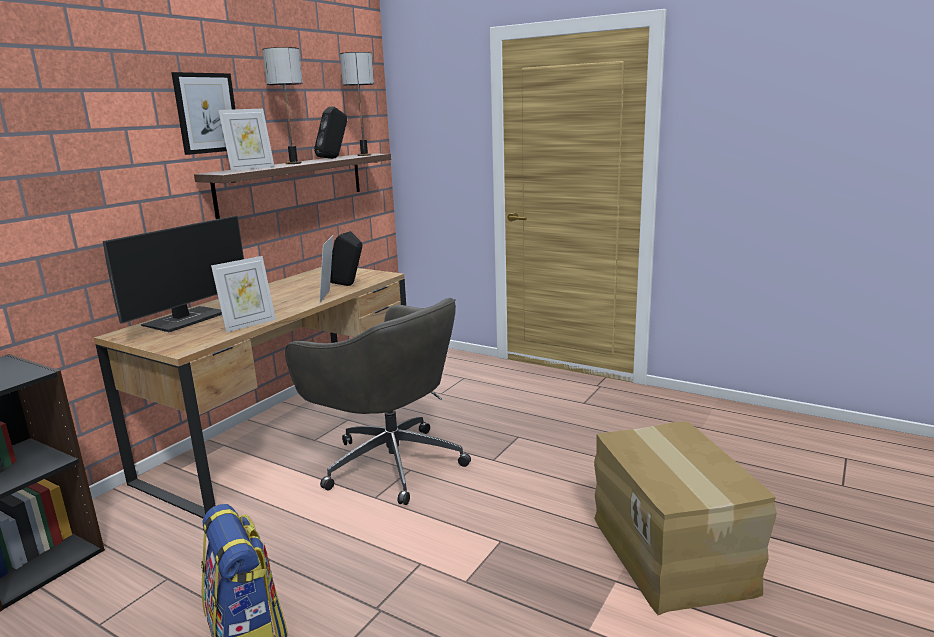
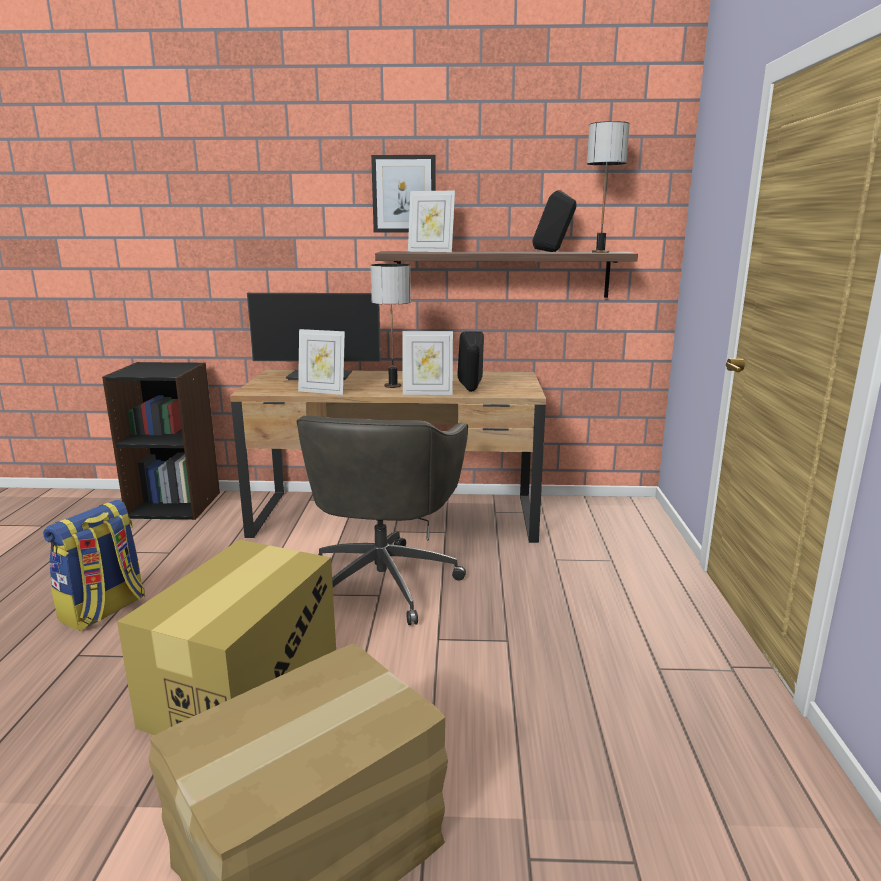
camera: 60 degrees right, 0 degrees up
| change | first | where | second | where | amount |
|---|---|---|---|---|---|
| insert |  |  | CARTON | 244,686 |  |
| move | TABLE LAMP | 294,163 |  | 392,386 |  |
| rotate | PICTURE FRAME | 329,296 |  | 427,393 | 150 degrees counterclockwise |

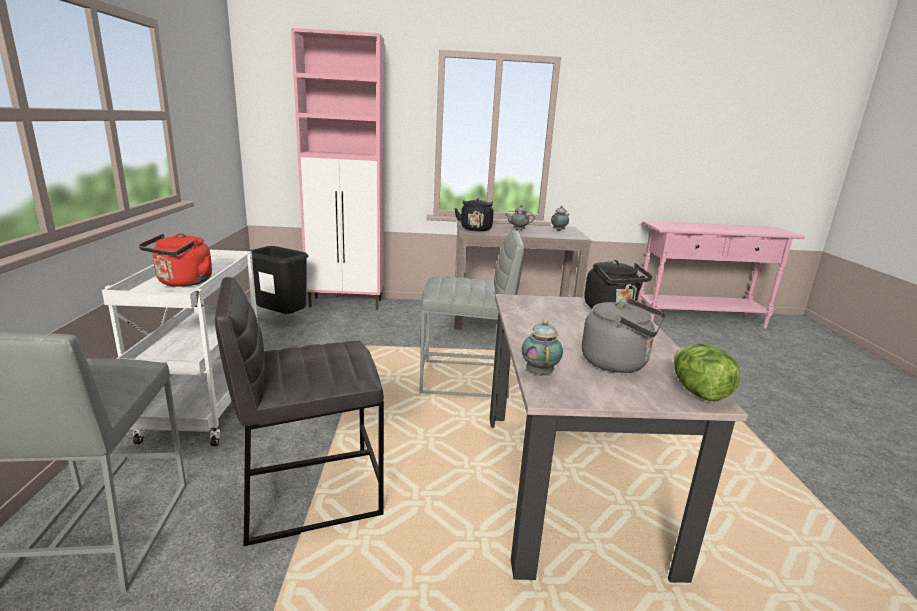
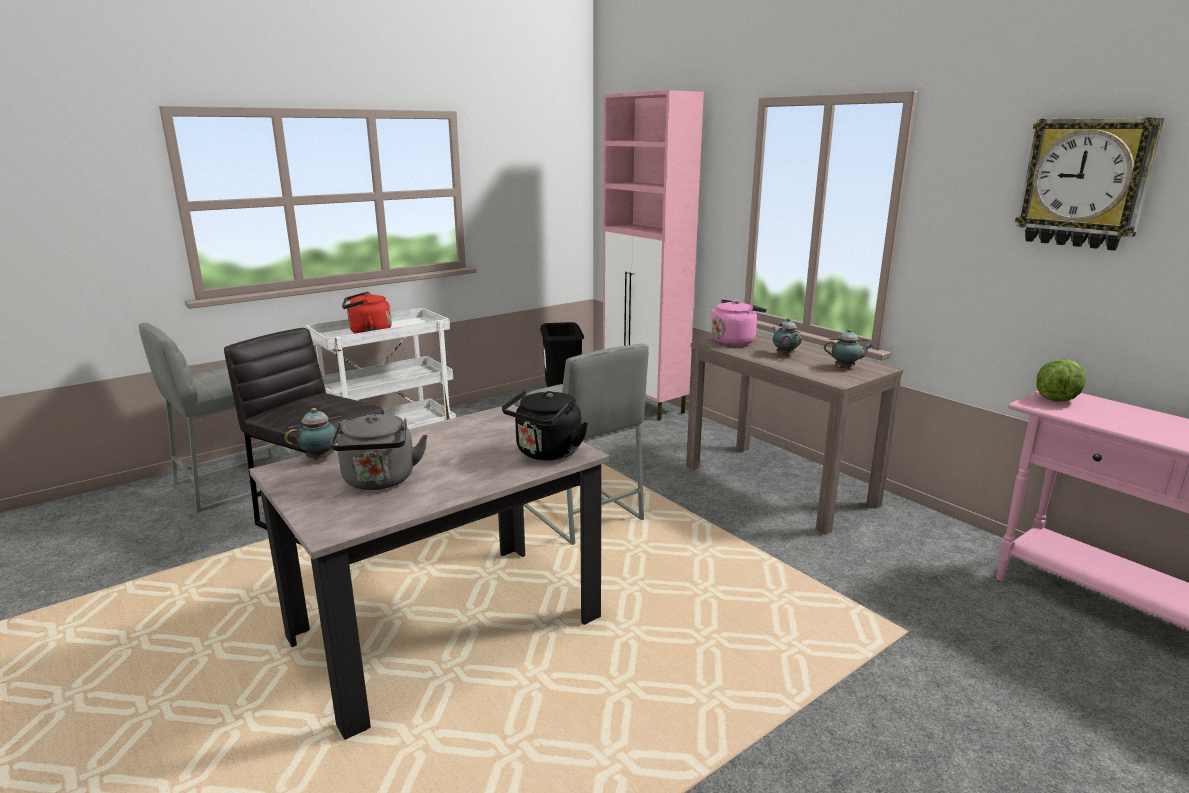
camera: 55 degrees right, 0 degrees up
| change | first | where | second | where | amount |
|---|---|---|---|---|---|
| insert |  |  | HANGING CLOCK | 1085,183 |  |
| move | HEAD OF LETTUCE | 698,392 |  | 1056,398 |  |
| recolor | BLACKISH WATER KETTLE | 475,229 | PINKISH WATER KETTLE | 734,341 |  |

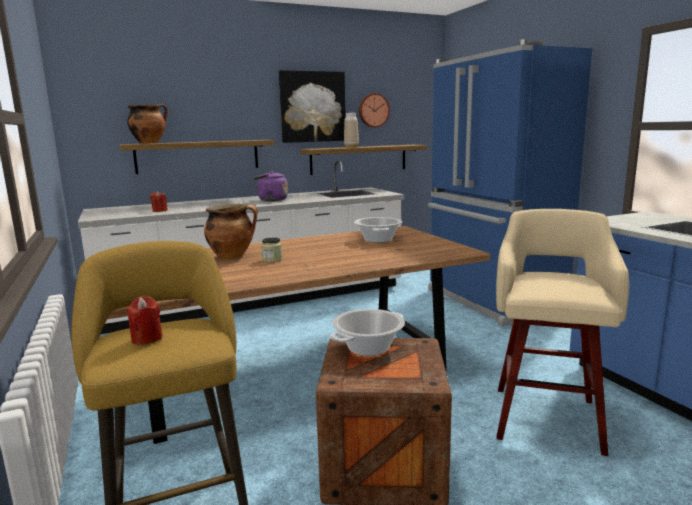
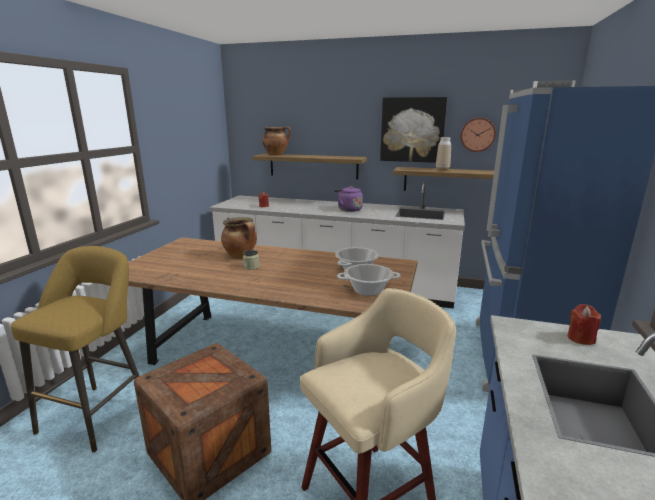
camera: 40 degrees right, 5 degrees up
| change | first | where | second | where | amount |
|---|---|---|---|---|---|
| move | RED WAX LIGHT | 147,338 |  | 580,338 |  |
| move | COOKING POT | 368,348 |  | 368,290 |  |

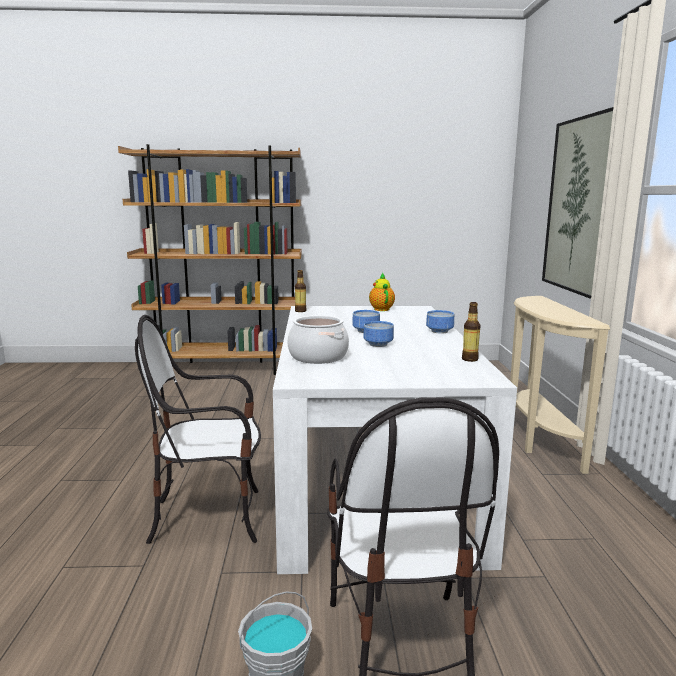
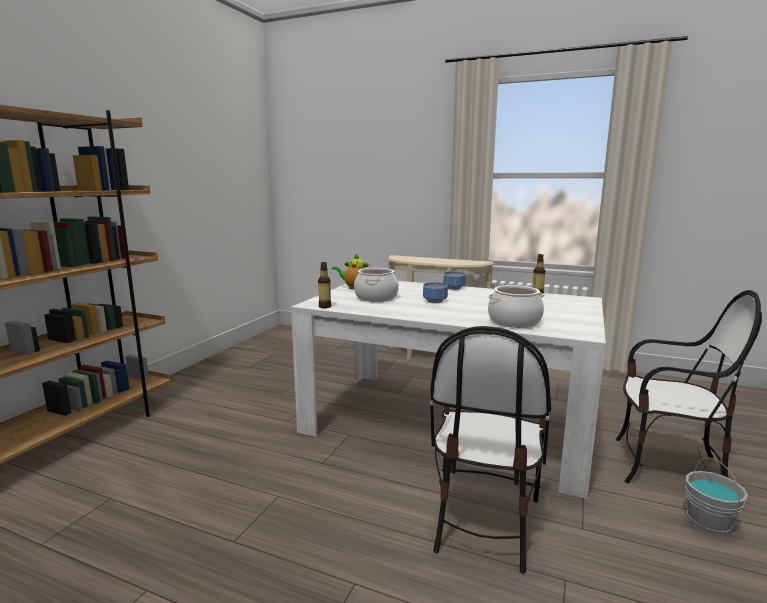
camera: 65 degrees left, 0 degrees up
| change | first | where | second | where | amount |
|---|---|---|---|---|---|
| delete | SERVING BOWL | 379,344 |  |  |  |
| delete | WALL PICTURE | 579,205 |  |  |  |
| insert |  |  | COOKING POT | 376,297 |  |

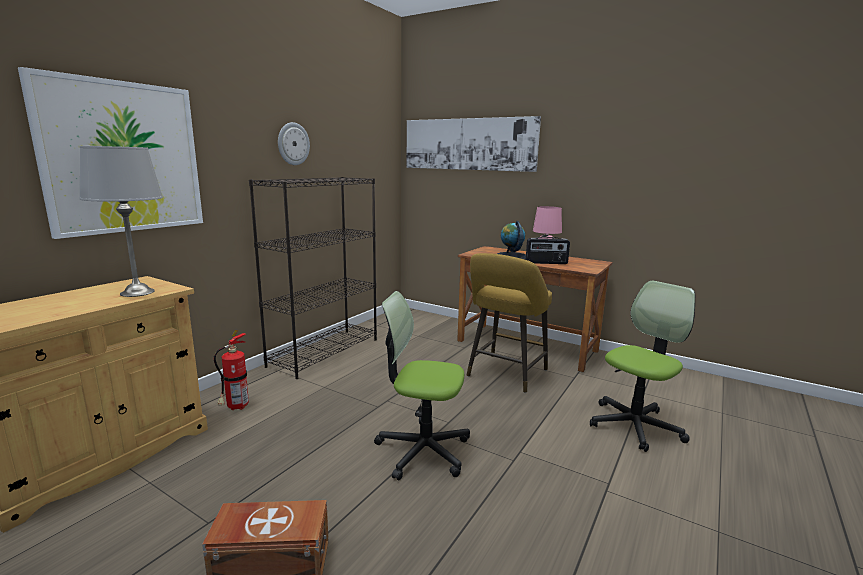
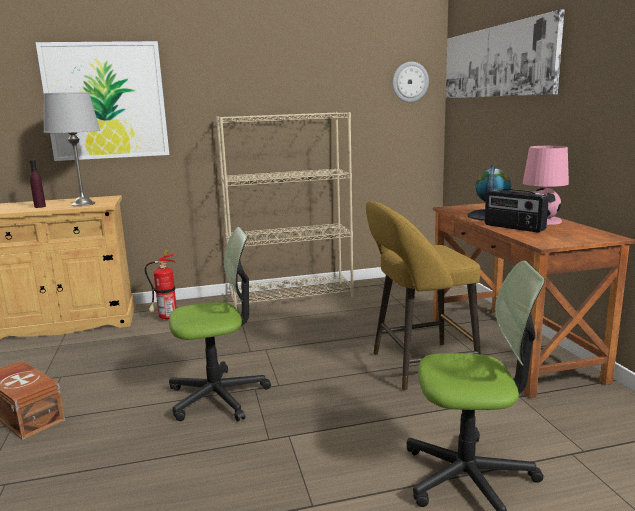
camera: 45 degrees right, 0 degrees up
| change | first | where | second | where | amount |
|---|---|---|---|---|---|
| insert |  |  | PURPLE-COLOURED DRINK BOTTLE | 40,206 |  |
| move | HANGING CLOCK | 293,144 |  | 410,82 |  |
| recolor | BLACKISH SHELVING UNIT | 325,352 | BEIGE SHELVING UNIT | 291,296 |  |
| rotate | OFFICE CHAIR | 423,450 |  | 218,396 | 105 degrees clockwise |

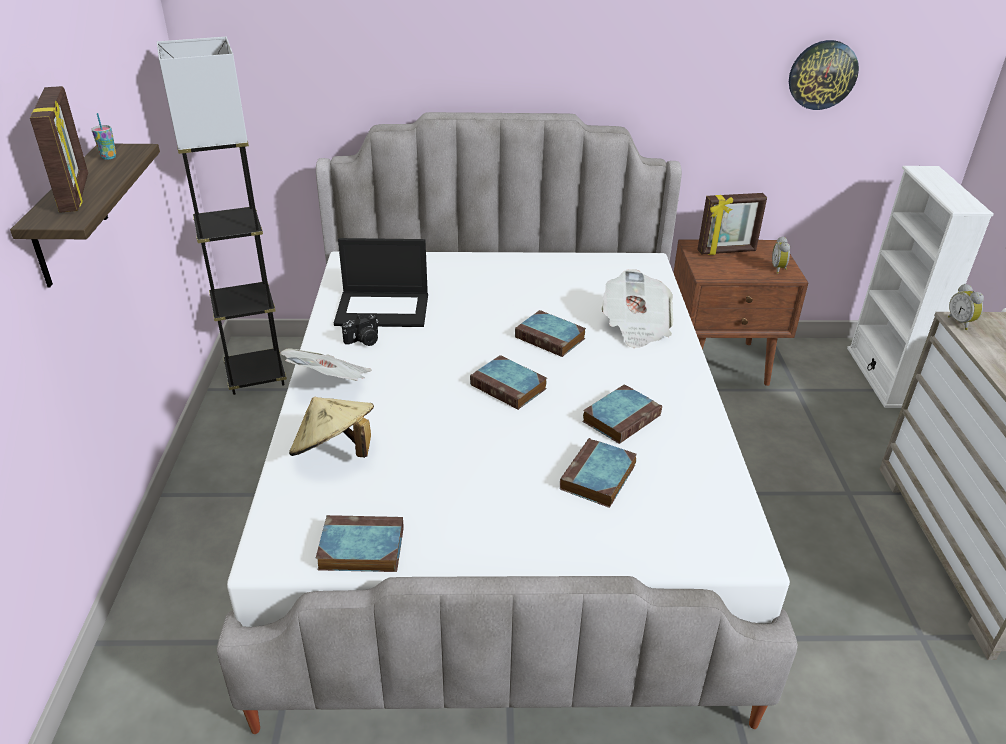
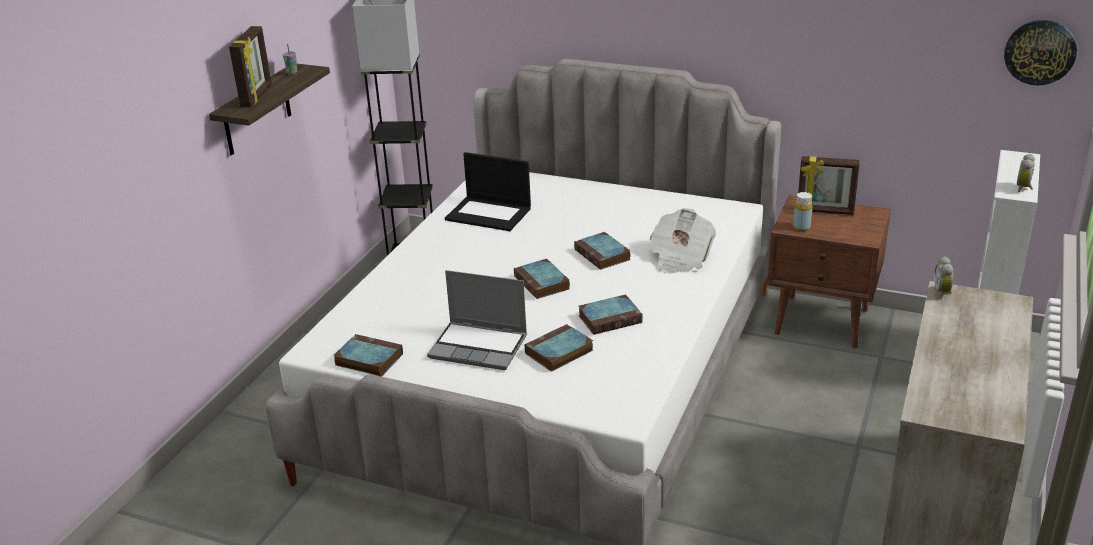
camera: 25 degrees right, 5 degrees down
| change | first | where | second | where | amount |
|---|---|---|---|---|---|
| delete | PRINTED PAPER | 331,383 |  |  |  |
| delete | BEIGE HAT | 335,452 |  |  |  |
| delete | STILL CAMERA | 363,341 |  |  |  |
| insert |  |  | LAPTOP | 480,347 |  |
| insert |  |  | YELLOWISH DRINK BOTTLE | 801,227 |  |
| move | TABLE CLOCK | 779,269 |  | 1024,188 |  |
| move | HANGING CLOCK | 822,75 |  | 1040,52 |  |

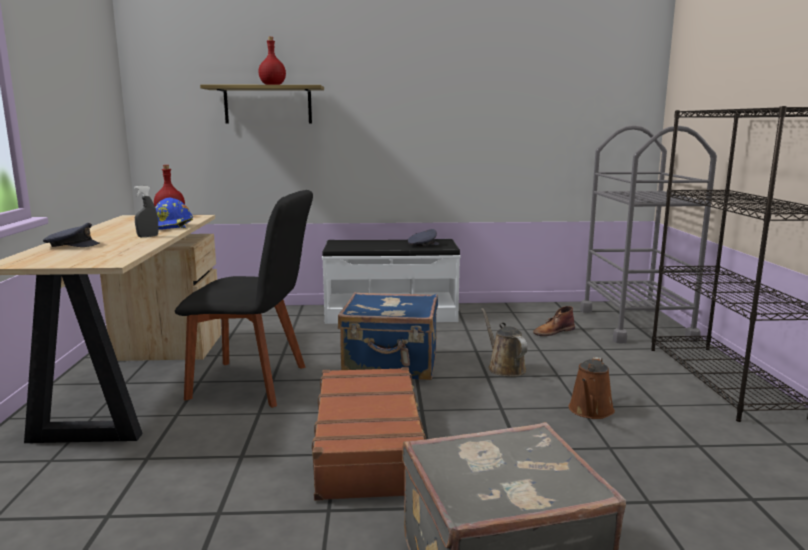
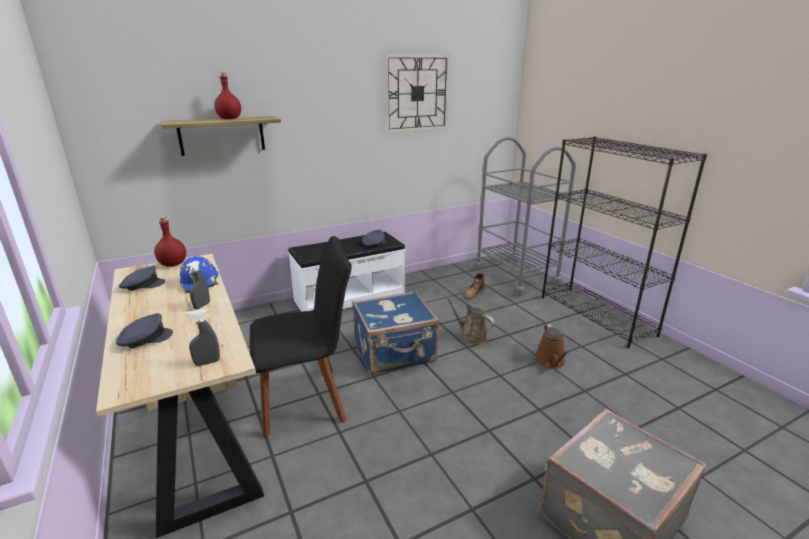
camera: 25 degrees left, 10 degrees up
| change | first | where | second | where | amount |
|---|---|---|---|---|---|
| delete | BROWNISH TRAVEL CASE | 370,446 |  |  |  |
| insert |  |  | GREY PEAKED CAP | 142,285 |  |
| insert |  |  | GREY SPRAYER | 207,363 |  |
| insert |  |  | HANGING CLOCK | 416,93 |  |

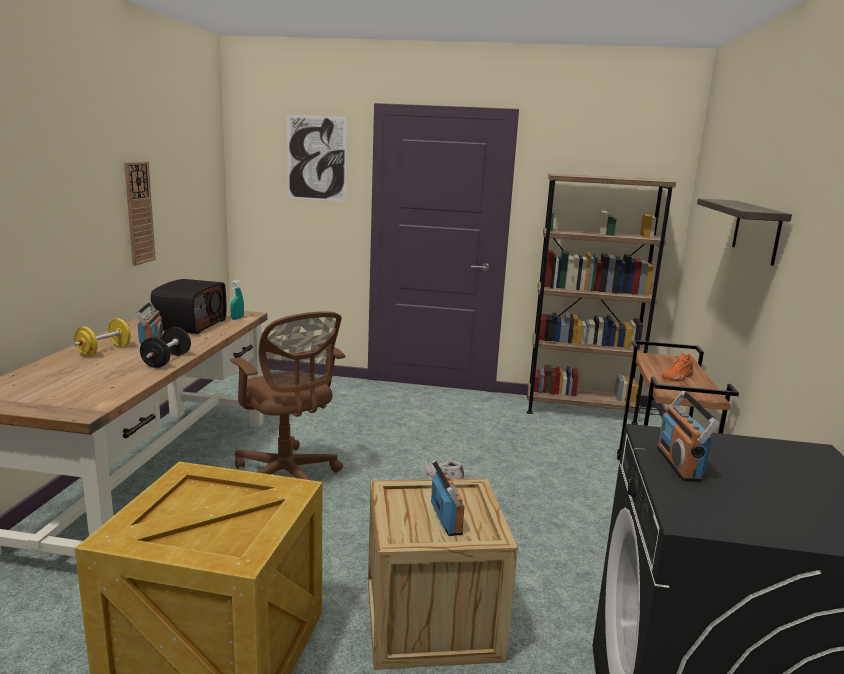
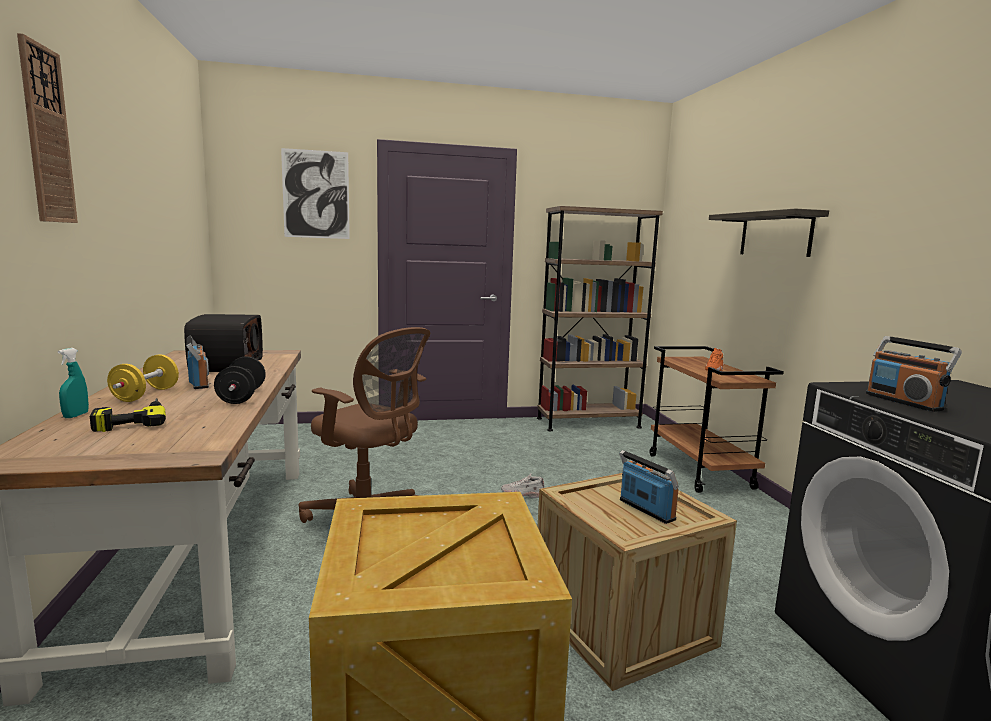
camera: 20 degrees left, 5 degrees down
| change | first | where | second | where | amount |
|---|---|---|---|---|---|
| insert |  |  | ELECTRIC DRILL | 131,419 |  |
| move | HANGING CLOCK | 139,213 |  | 46,135 |  |
| move | TURQUOISE SPRAYER | 237,318 |  | 76,415 |  |

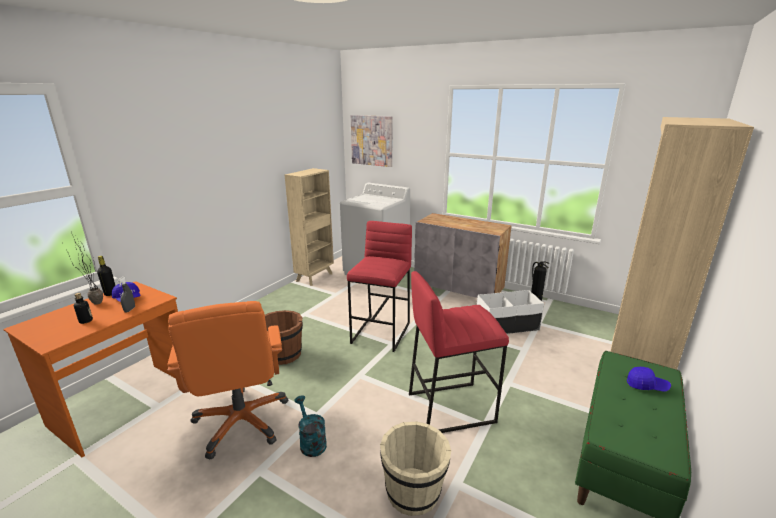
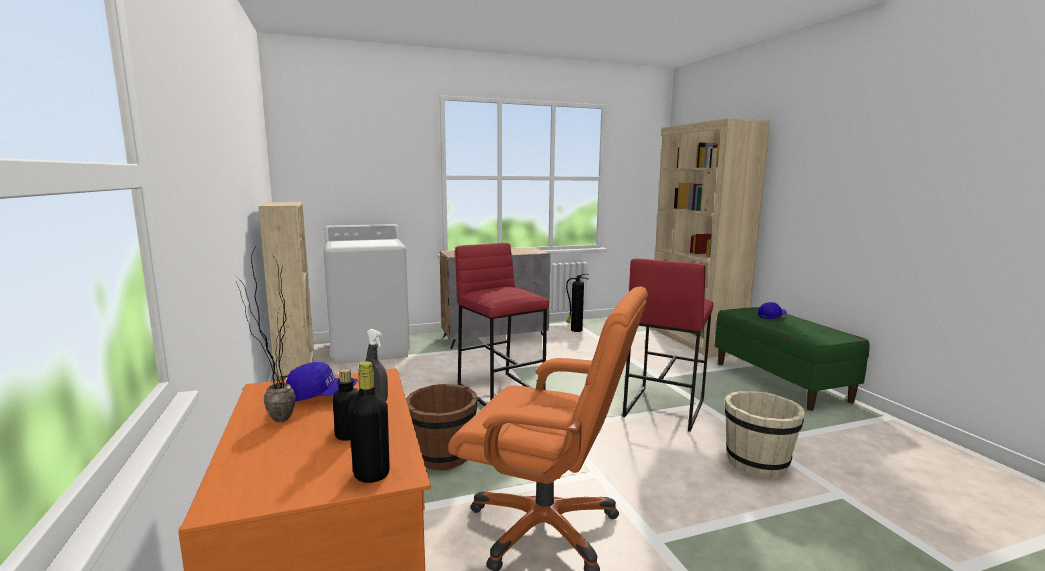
camera: 50 degrees left, 10 degrees down
| change | first | where | second | where | amount |
|---|---|---|---|---|---|
| delete | TURQUOISE WATERING POT | 311,441 |  |  |  |
| delete | WALL PICTURE | 372,140 |  |  |  |
| delete | WHITE-COLOURED STORAGE BOX | 507,325 |  |  |  |
| move | BLACKISH DRINK BOTTLE | 110,293 |  | 371,475 |  |

